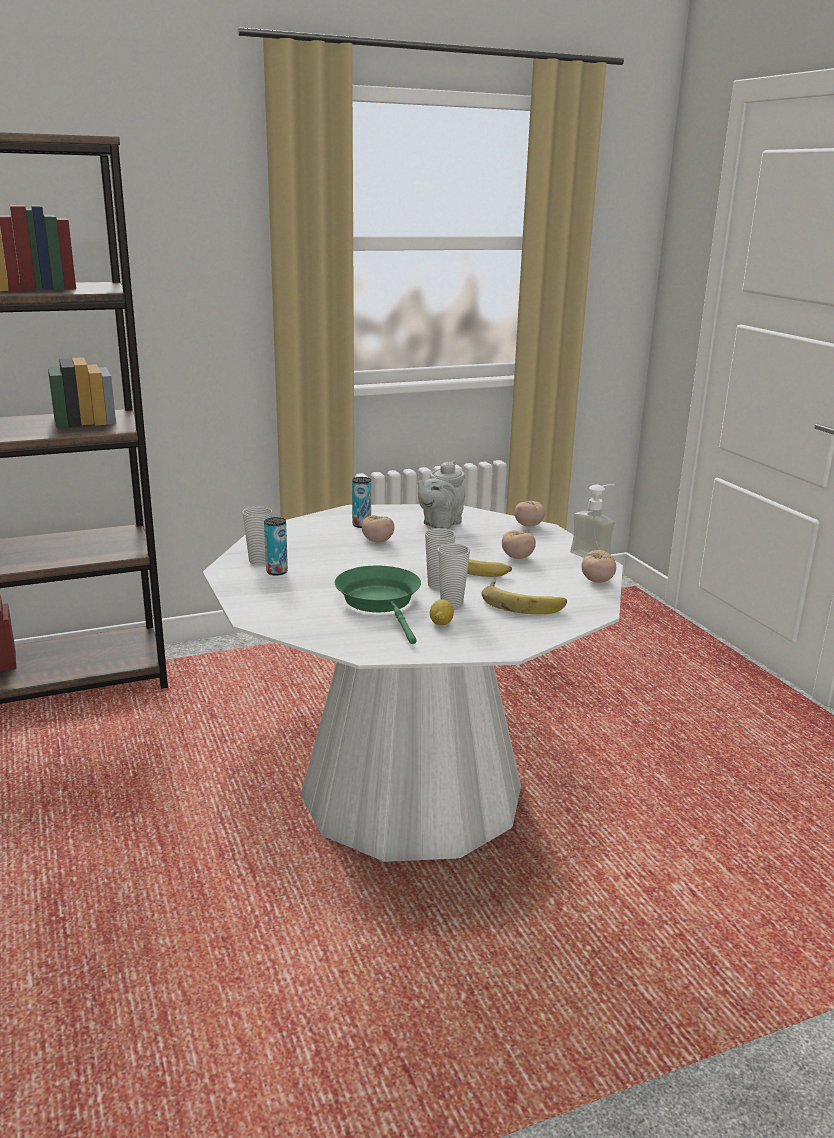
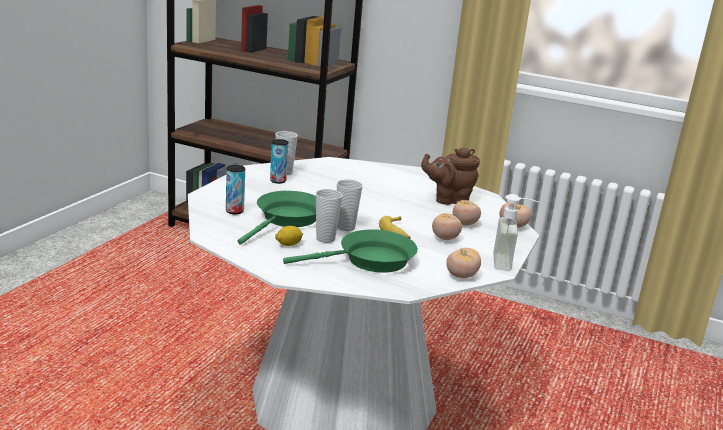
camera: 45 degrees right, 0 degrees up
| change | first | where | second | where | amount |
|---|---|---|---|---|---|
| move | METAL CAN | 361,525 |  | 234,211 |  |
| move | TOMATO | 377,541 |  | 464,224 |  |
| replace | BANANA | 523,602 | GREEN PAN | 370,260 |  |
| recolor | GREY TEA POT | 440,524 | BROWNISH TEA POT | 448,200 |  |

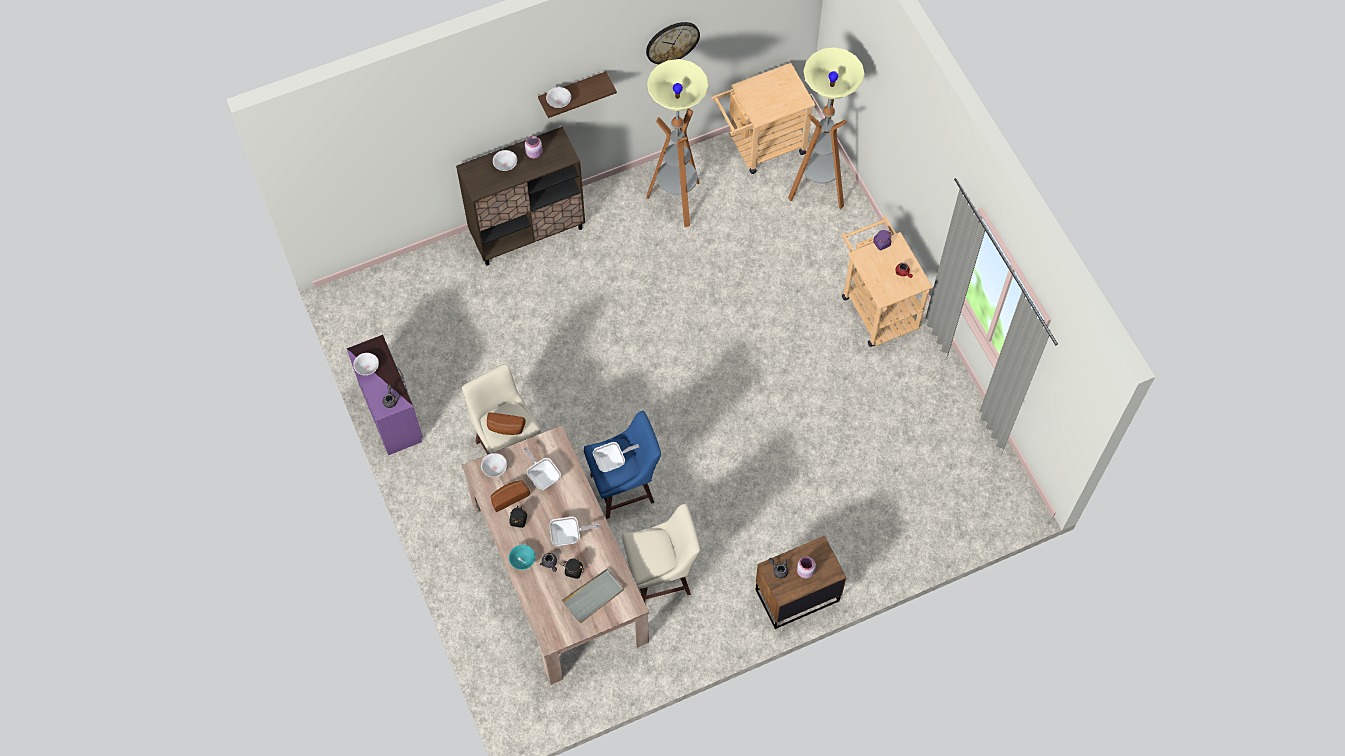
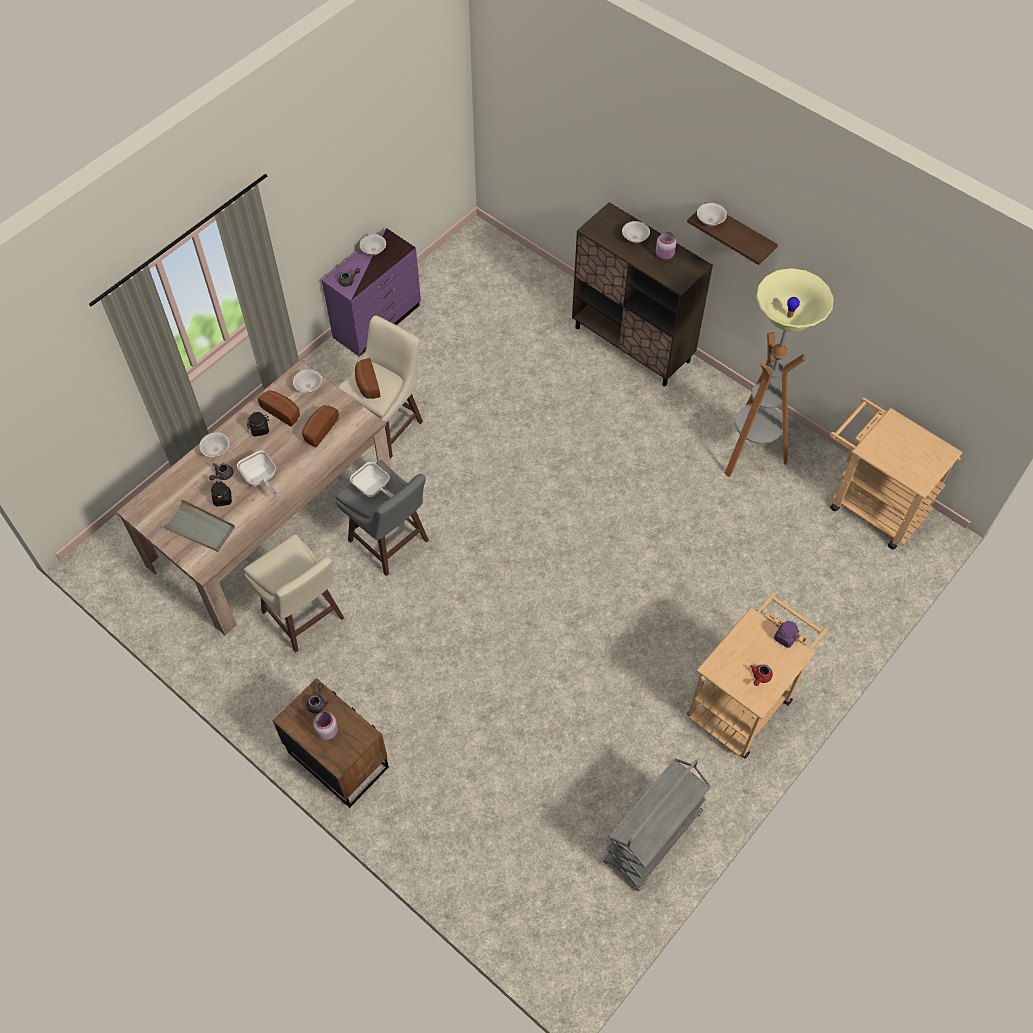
camera: 65 degrees right, 5 degrees down
| change | first | where | second | where | amount |
|---|---|---|---|---|---|
| delete | HANGING CLOCK | 672,42 |  |  |  |
| delete | FLOOR LAMP | 818,190 |  |  |  |
| insert |  |  | GREY CART | 653,839 |  |
| replace | PAN | 542,476 | BAKED BREAD | 319,429 |  |
| recolor | TURQUOISE SERVING BOWL | 522,560 | WHITE-COLOURED SERVING BOWL | 216,450 |  |
| recolor | BLUE SITTING STOOL | 624,488 | GREY SITTING STOOL | 389,542 |  |

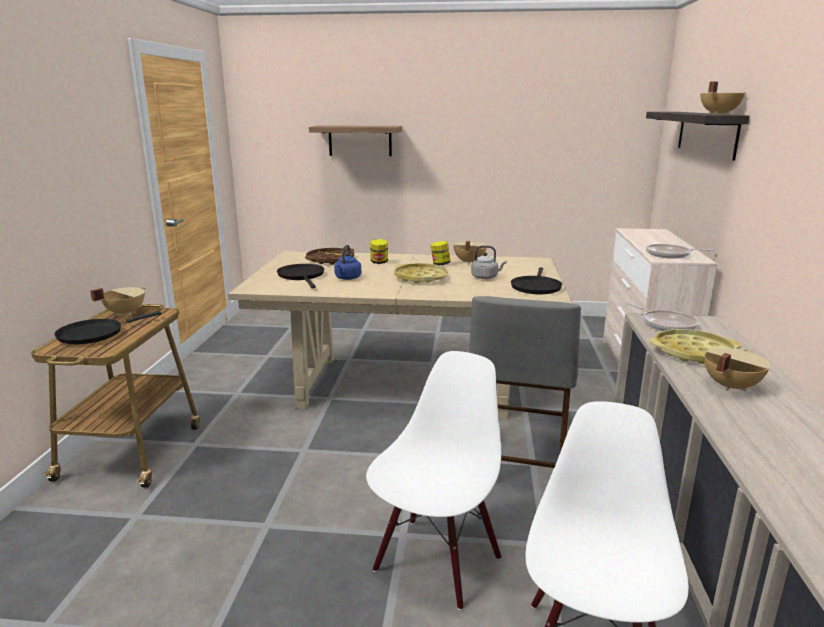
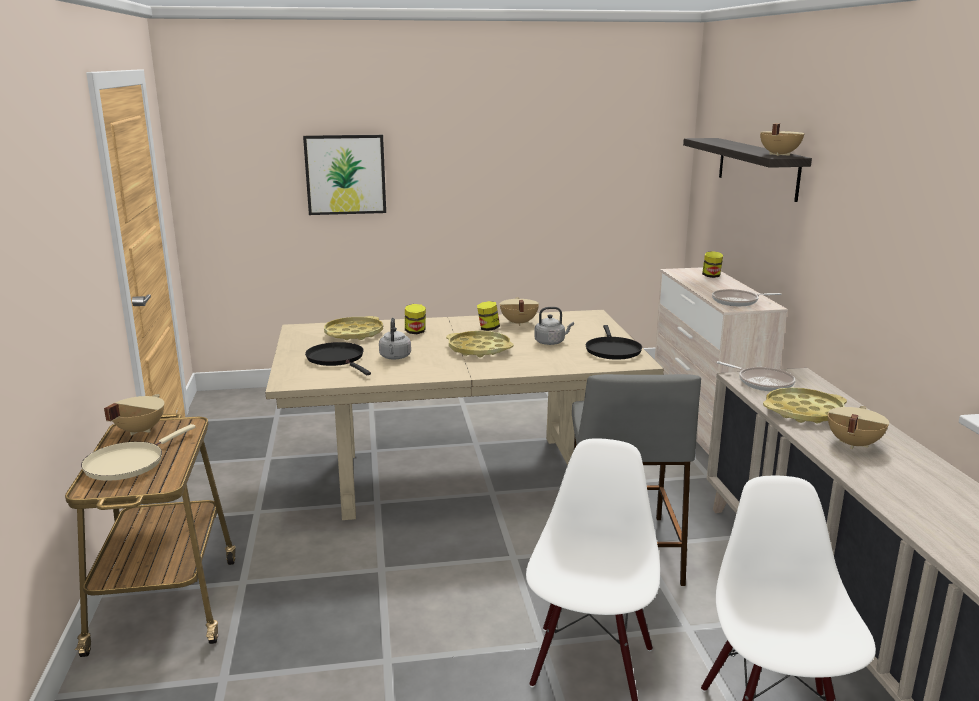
camera: 15 degrees left, 0 degrees up
| change | first | where | second | where | amount |
|---|---|---|---|---|---|
| insert |  |  | STORAGE JAR | 711,276 |  |
| replace | BRACKET SHELF | 360,140 | WALL PICTURE | 345,174 |  |
| recolor | BLACKISH PAN | 94,334 | BEIGE PAN | 128,463 |  |
| recolor | BROWNISH SERVING TRAY | 330,260 | YELLOWISH SERVING TRAY | 353,334 |  |
| recolor | BLUE WATER KETTLE | 347,278 | GREY WATER KETTLE | 395,357 |  |

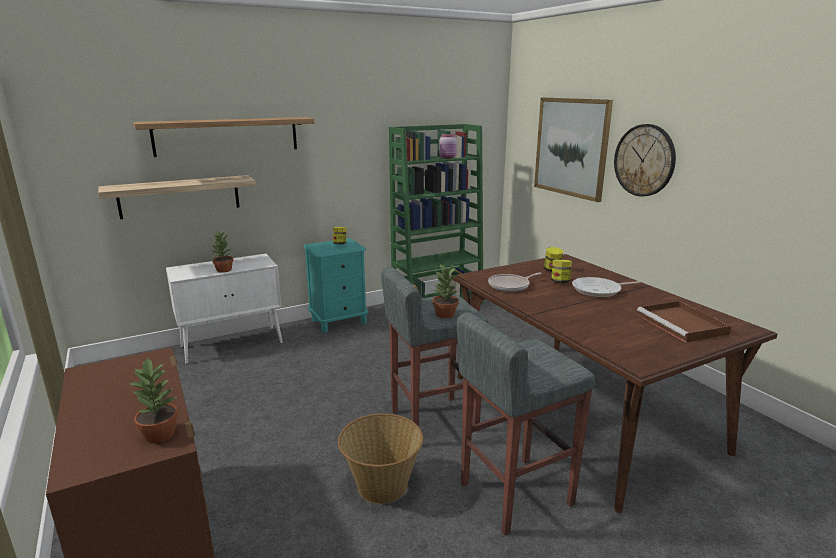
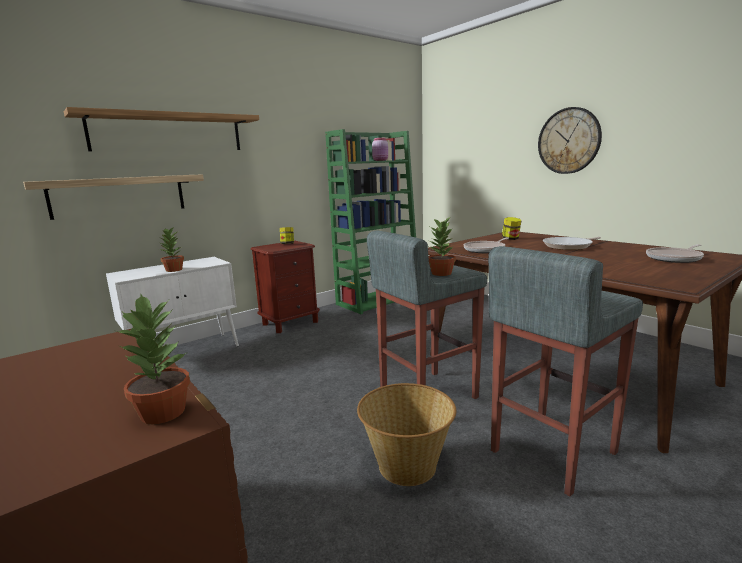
camera: 10 degrees left, 5 degrees down
| change | first | where | second | where | amount |
|---|---|---|---|---|---|
| delete | WALL PICTURE | 571,147 |  |  |  |
| delete | STORAGE JAR | 560,282 |  |  |  |
| replace | BROWNISH SERVING TRAY | 683,325 | PAN | 675,258 |  |
| recolor | TURQUOISE NIGHTSTAND | 339,321 | BROWNISH NIGHTSTAND | 290,323 |  |

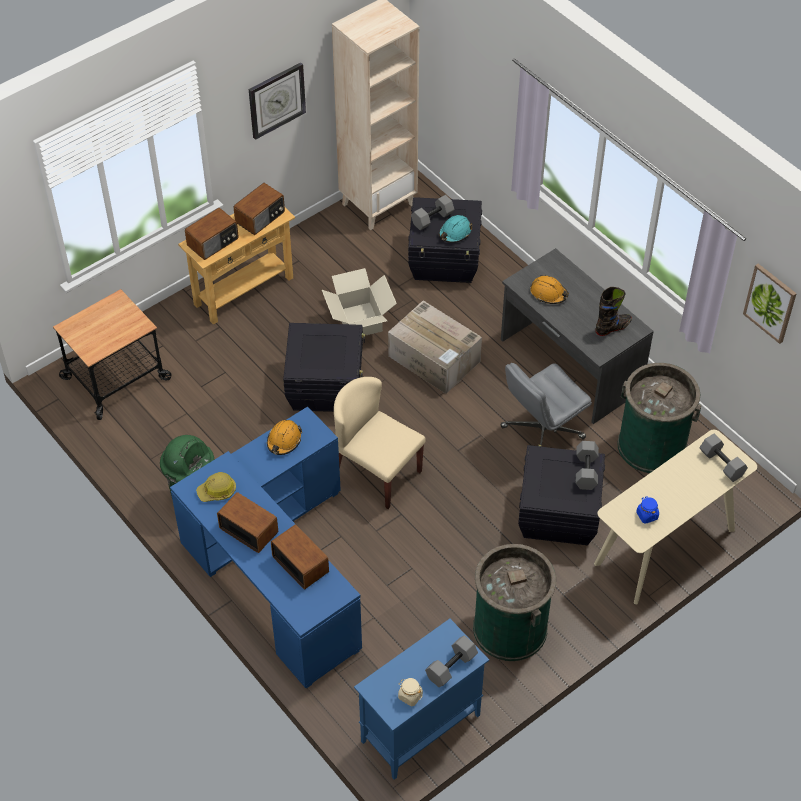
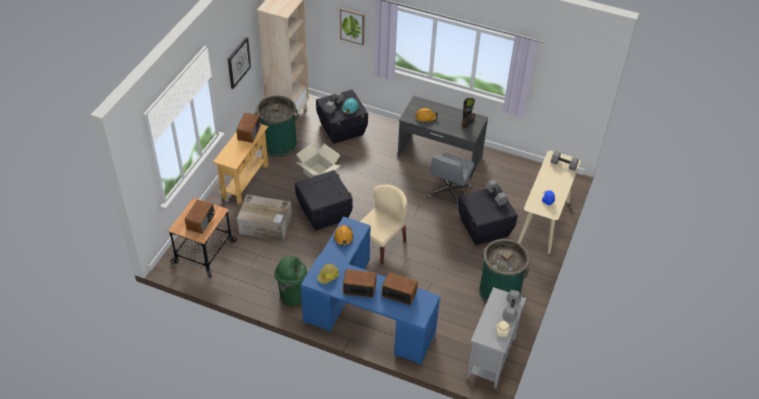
camera: 30 degrees left, 5 degrees down
| change | first | where | second | where | amount |
|---|---|---|---|---|---|
| move | RADIO SET | 213,242 |  | 201,222 |  |
| move | CARTON | 435,359 |  | 266,225 |  |
| move | GREEN RUBBISH BIN | 651,445 |  | 278,143 |  |
| move | WALL PICTURE | 770,302 |  | 352,26 |  |
| recolor | BLUE CUPBOARD | 420,729 | GREY CUPBOARD | 491,358 |  |
| rotate | BEIGE CHAIR | 377,473 |  | 381,244 | 120 degrees clockwise |

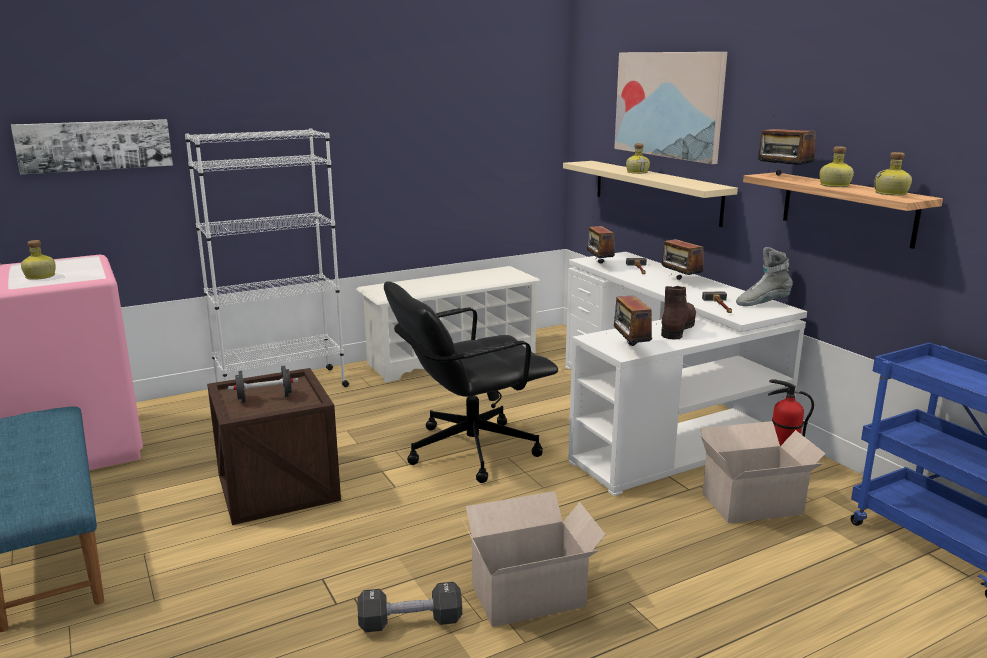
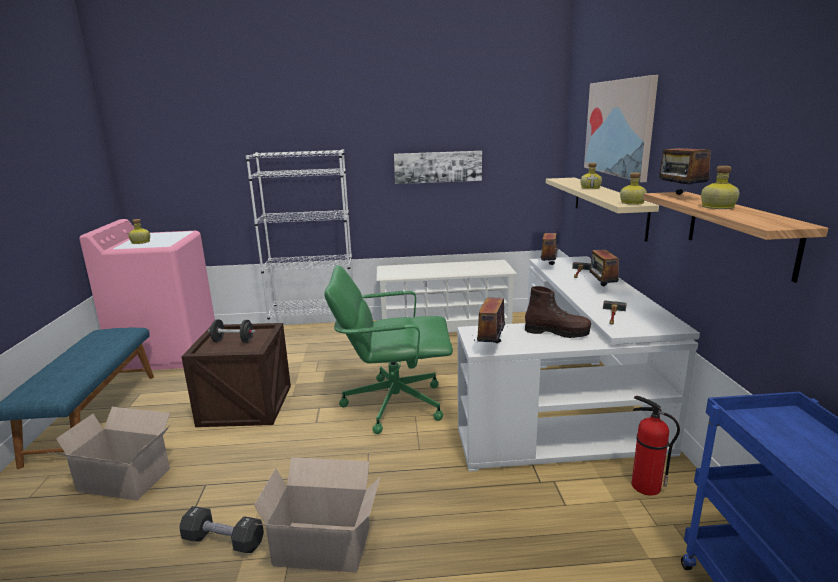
camera: 25 degrees right, 0 degrees up
| change | first | where | second | where | amount |
|---|---|---|---|---|---|
| delete | GREY HIGH-TOP BOOT | 762,303 |  |  |  |
| move | WALL PICTURE | 95,145 |  | 438,167 |  |
| move | CARTON | 755,504 |  | 126,481 |  |
| move | DRINK BOTTLE | 891,194 |  | 632,203 |  |
| recolor | BLACKISH OFFICE CHAIR | 470,450 | GREEN OFFICE CHAIR | 393,403 |  |
| rotate | BROWNISH HIGH-TOP BOOT | 677,328 |  | 557,332 | 60 degrees clockwise |

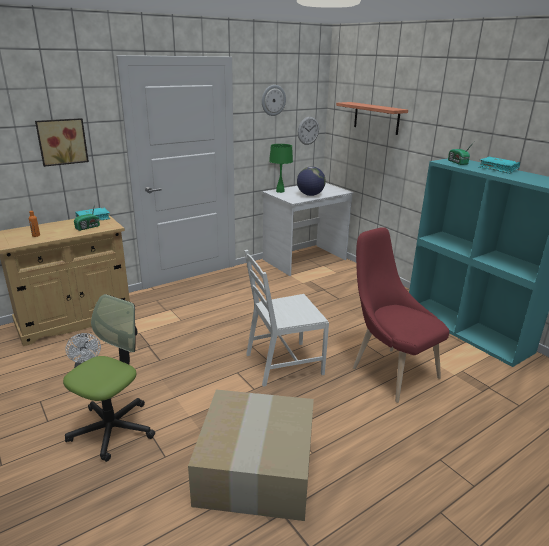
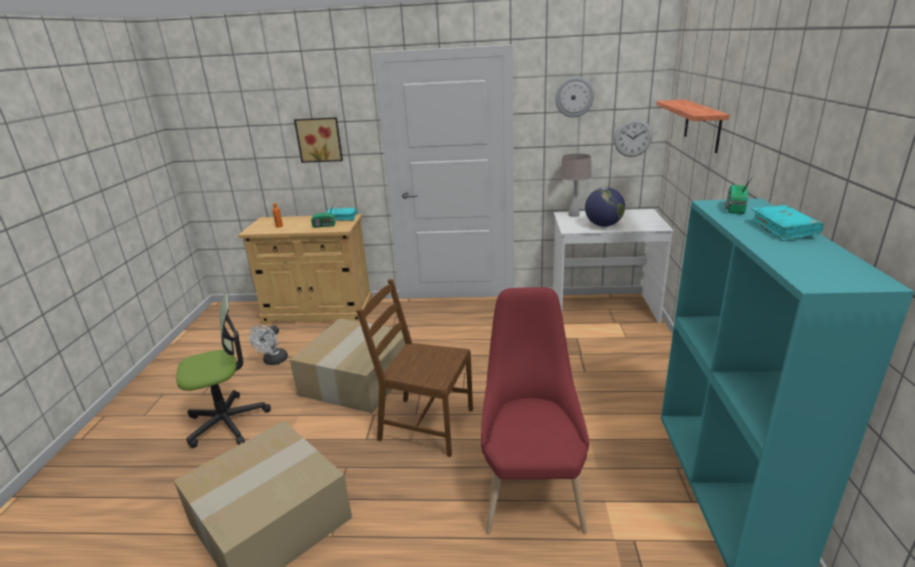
camera: 40 degrees right, 0 degrees up
| change | first | where | second | where | amount |
|---|---|---|---|---|---|
| insert |  |  | CARTON | 356,378 |  |
| recolor | WHITE-COLOURED CHAIR | 283,364 | BROWNISH CHAIR | 425,425 |  |
| recolor | GREEN TABLE LAMP | 280,191 | BEIGE TABLE LAMP | 573,215 |  |

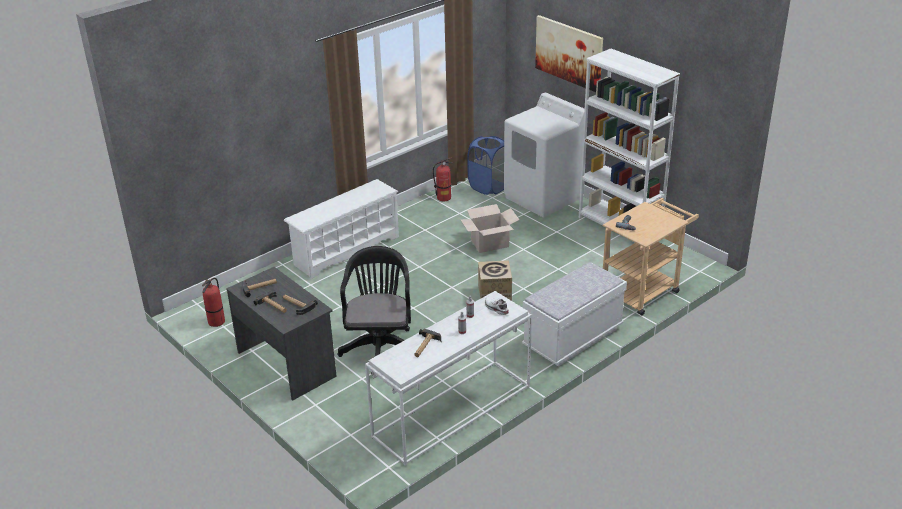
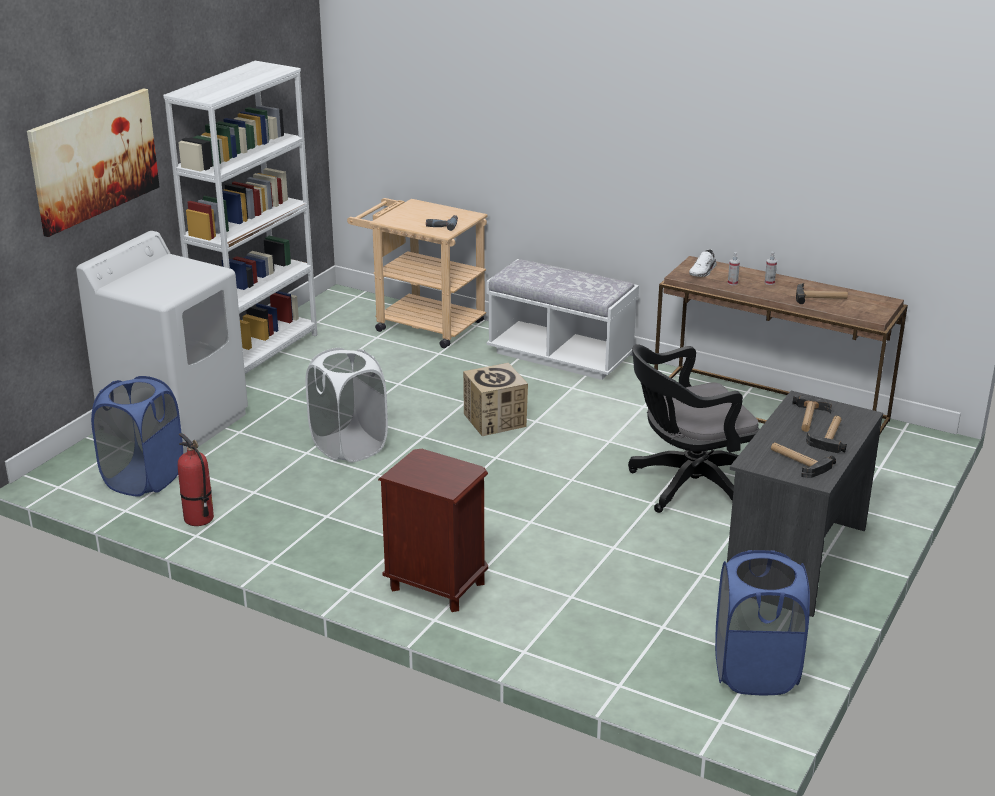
camera: 110 degrees left, 5 degrees down
| change | first | where | second | where | amount |
|---|---|---|---|---|---|
| replace | FIRE EXTINGUISHER | 216,322 | BLUE WASHING BASKET | 755,672 |  |
| replace | WHITE-COLOURED SHOE RACK | 346,250 | BROWNISH NIGHTSTAND | 437,586 |  |
| replace | CARTON | 490,243 | WHITE-COLOURED WASHING BASKET | 348,446 |  |
| recolor | WHITE-COLOURED HALL TABLE | 452,412 | BROWNISH HALL TABLE | 771,408 |  |

